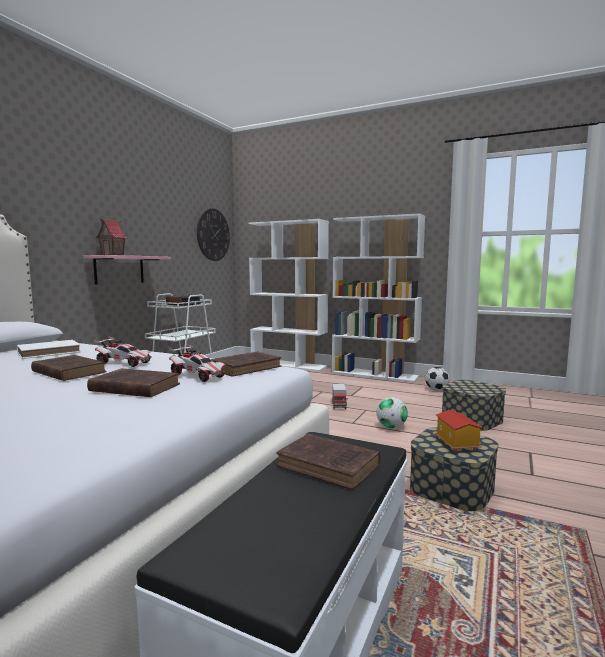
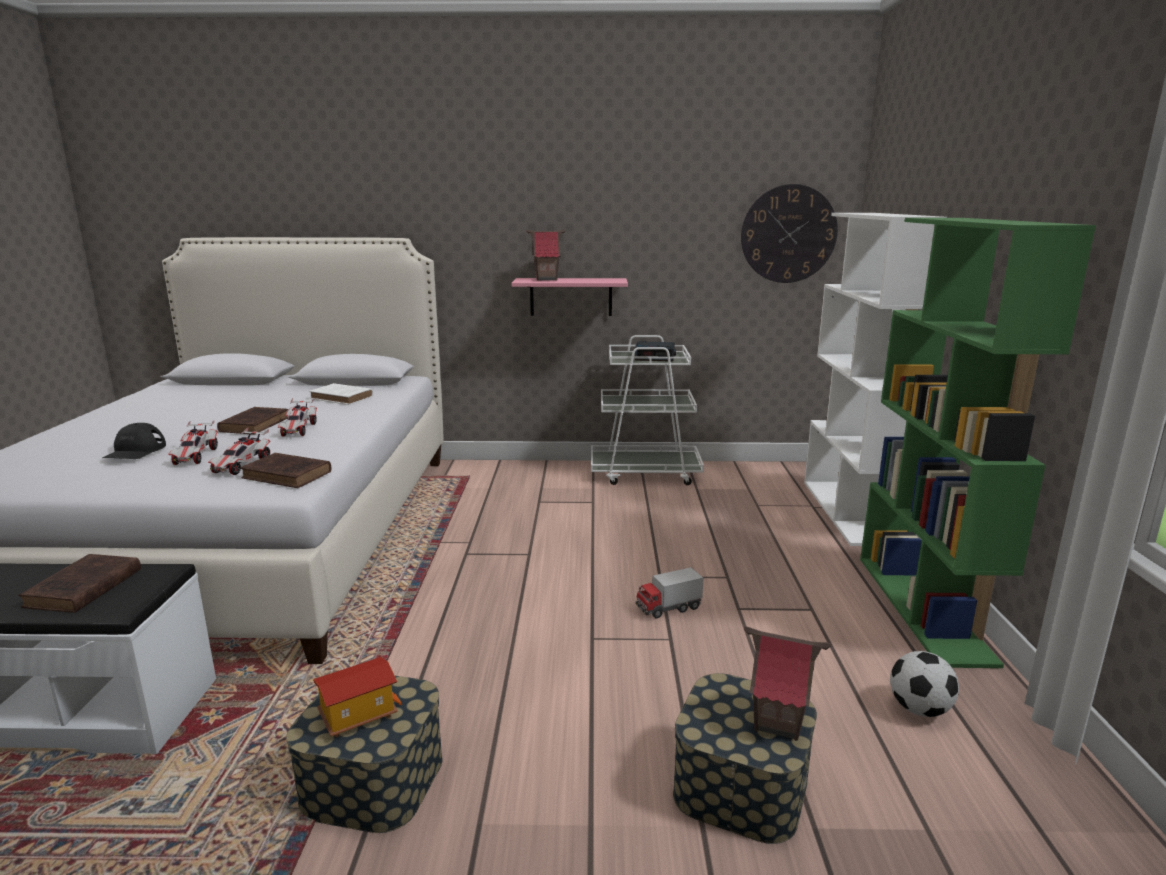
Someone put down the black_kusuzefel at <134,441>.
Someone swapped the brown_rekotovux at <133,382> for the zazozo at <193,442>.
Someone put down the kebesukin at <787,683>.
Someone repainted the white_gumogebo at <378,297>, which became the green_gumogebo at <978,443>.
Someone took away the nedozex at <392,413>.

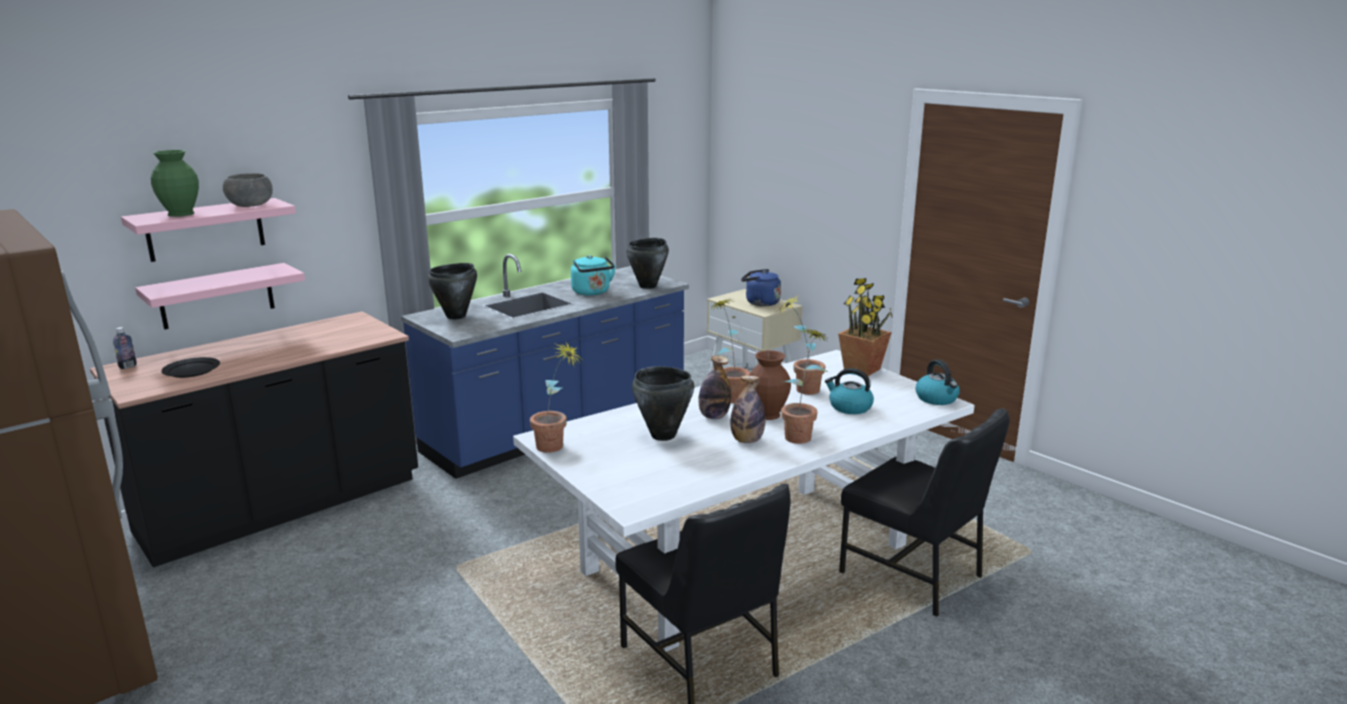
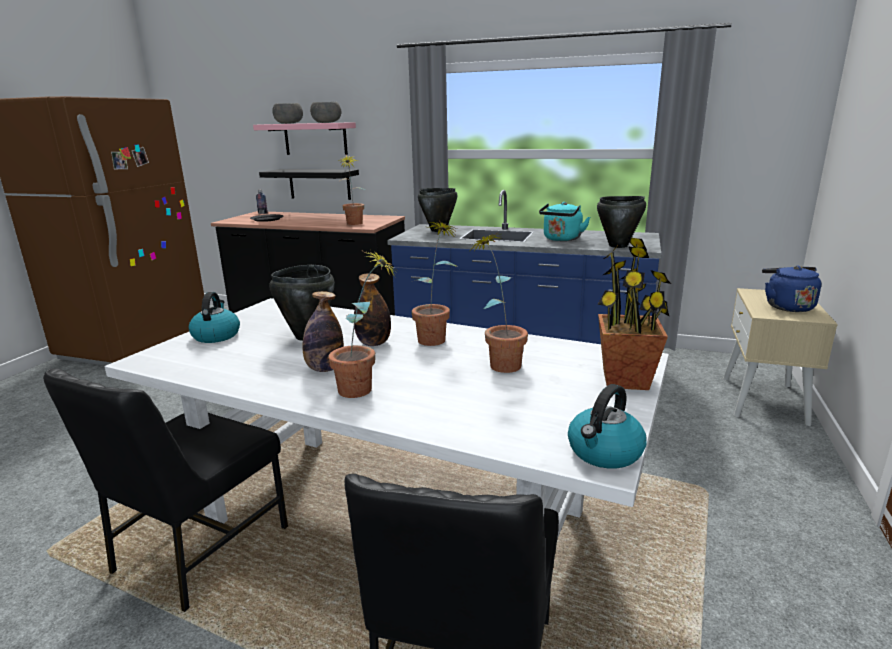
Someone carried the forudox from <849,391> to <214,317>.
Someone repainted the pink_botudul at <220,296>, which became the black_botudul at <309,184>.
Someone swapped the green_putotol at <175,183> for the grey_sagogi at <287,113>.
Someone carried the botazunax from <557,398> to <351,190>.
Someone took away the brown_putotol at <770,385>.

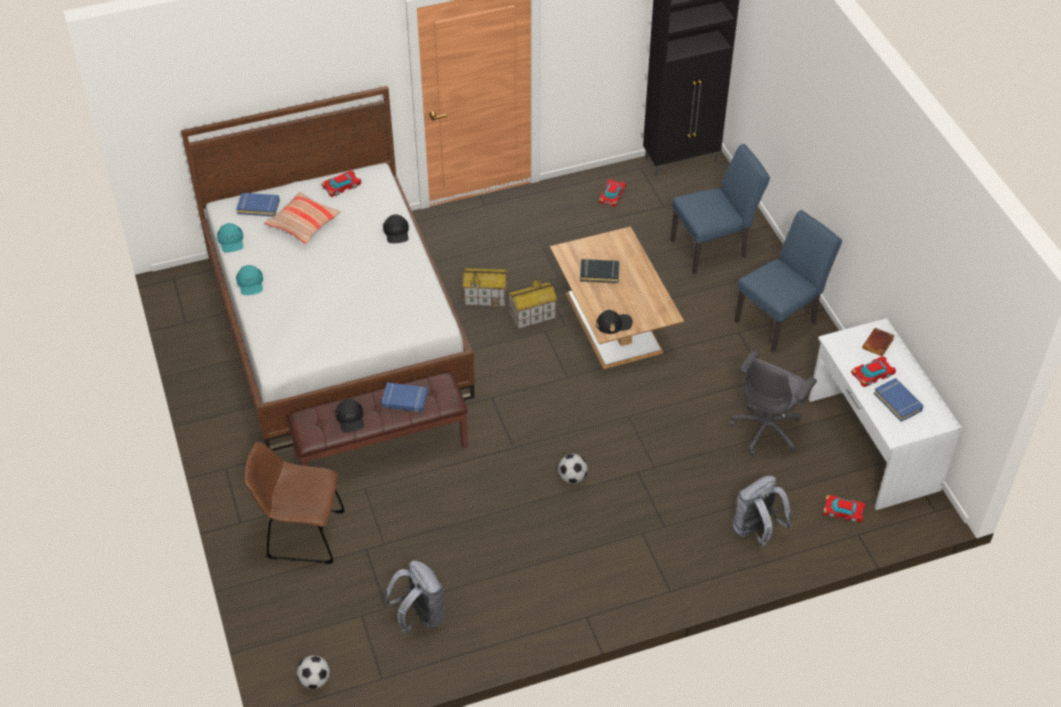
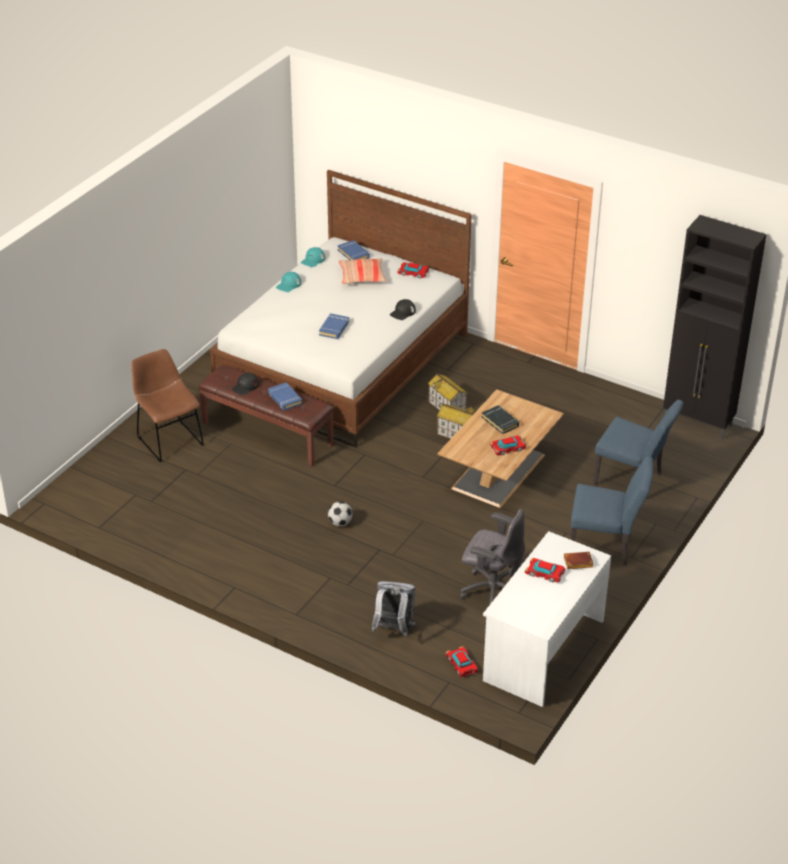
Someone carried the blue_rekotovux from <898,400> to <334,326>.
Someone rotated the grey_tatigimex at <773,403> by 150 degrees counterclockwise.
Someone carried the zazozo from <612,193> to <508,446>.
Someone took away the nedozex at <313,672>.
Someone took away the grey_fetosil at <414,597>.
Someone took away the black_kusuzefel at <614,322>.

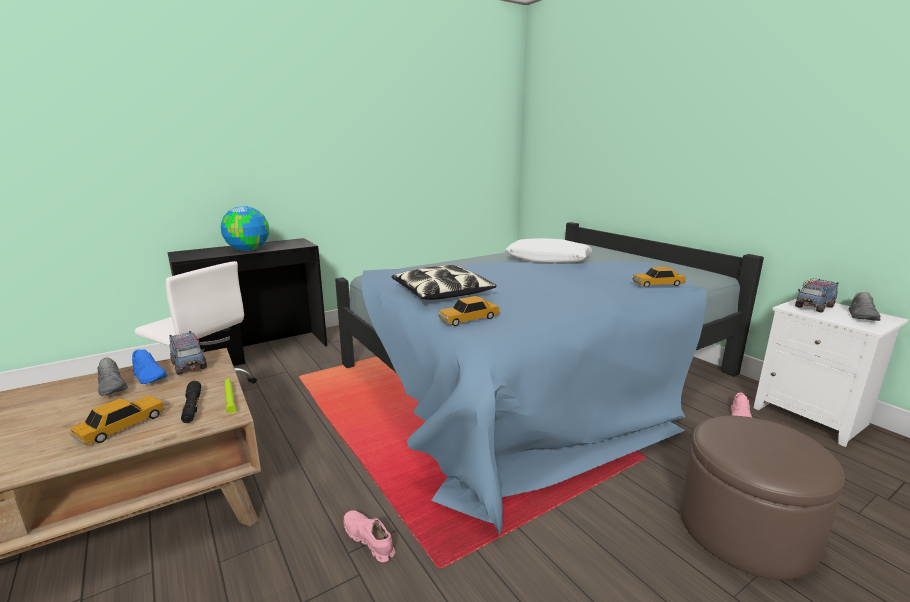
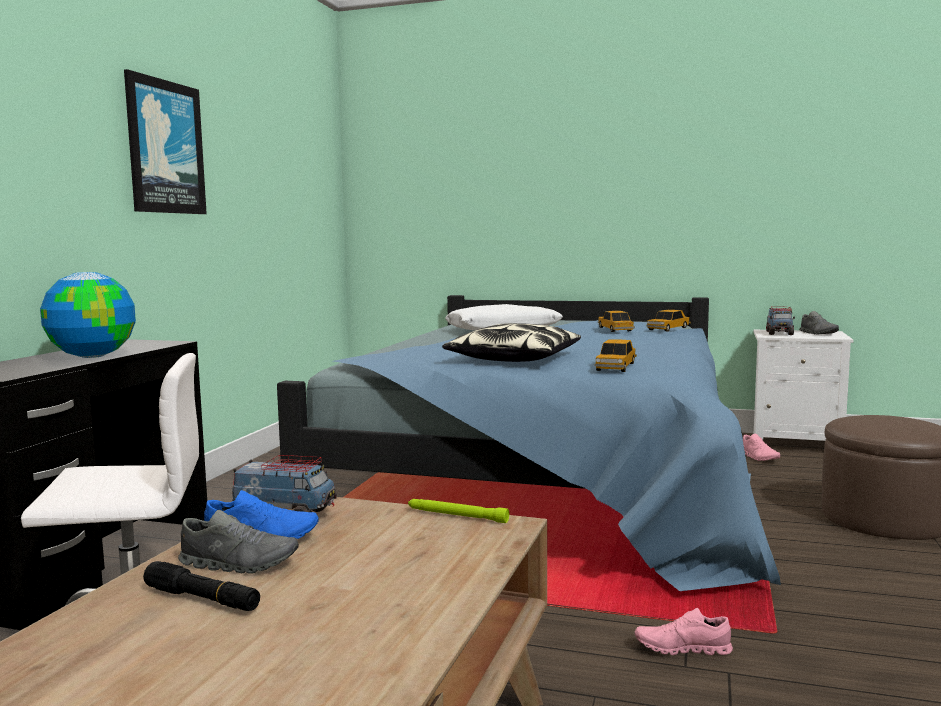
Someone put up the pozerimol at <165,141>.
Someone carried the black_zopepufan from <191,402> to <201,586>.
Someone carried the zazozo from <117,420> to <616,321>.

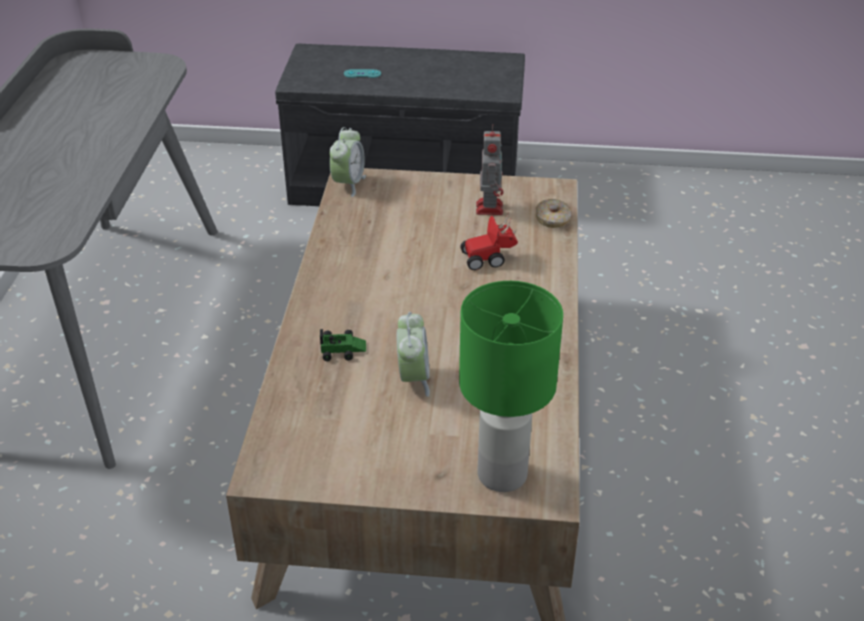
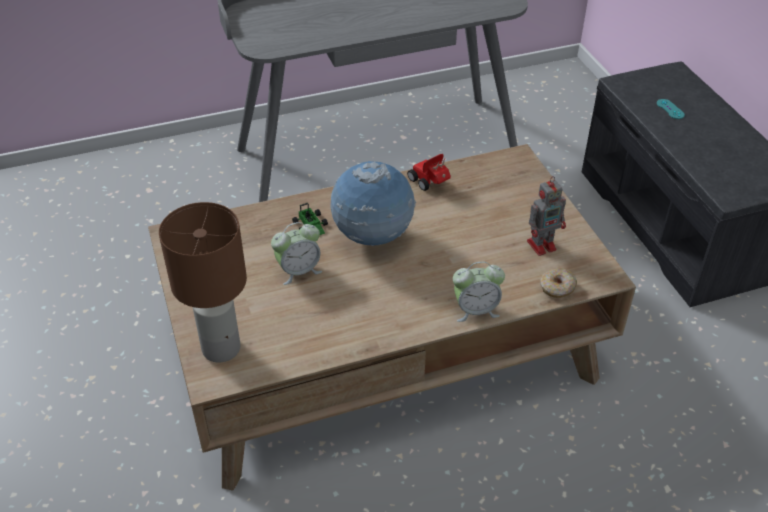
Someone repainted the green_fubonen at <511,386>, which became the brown_fubonen at <203,282>.
Someone put down the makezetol at <373,203>.
Someone carried the zazozo from <489,241> to <429,172>.
Someone carried the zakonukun from <347,162> to <479,292>.

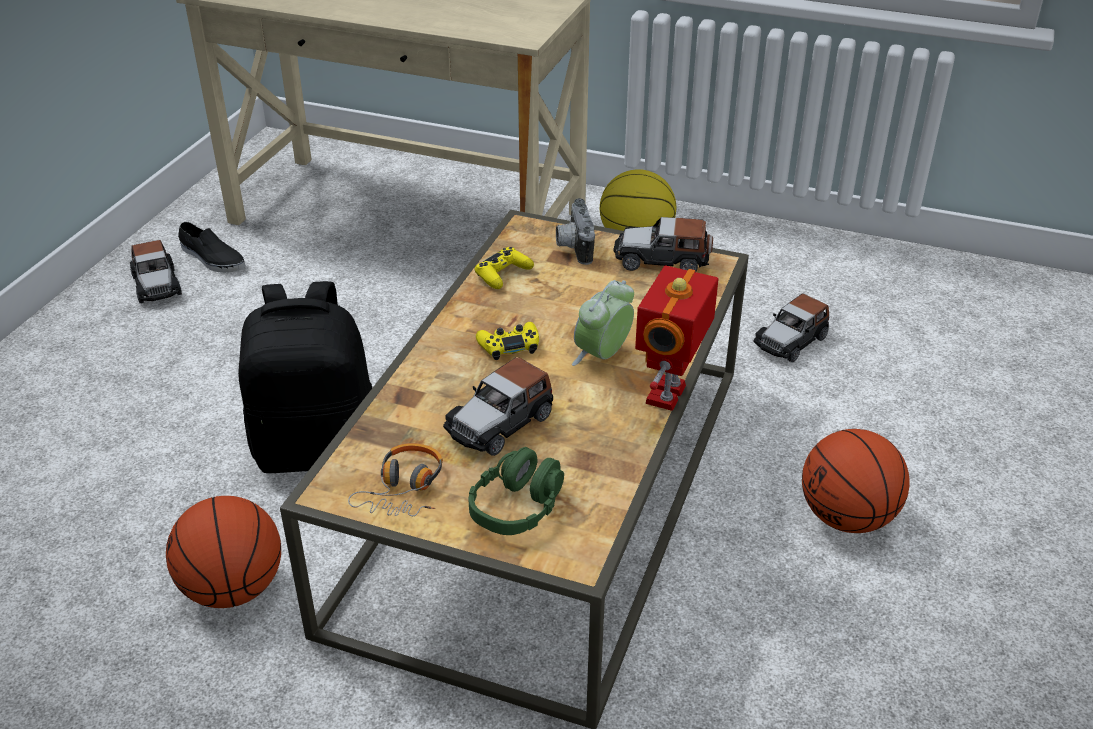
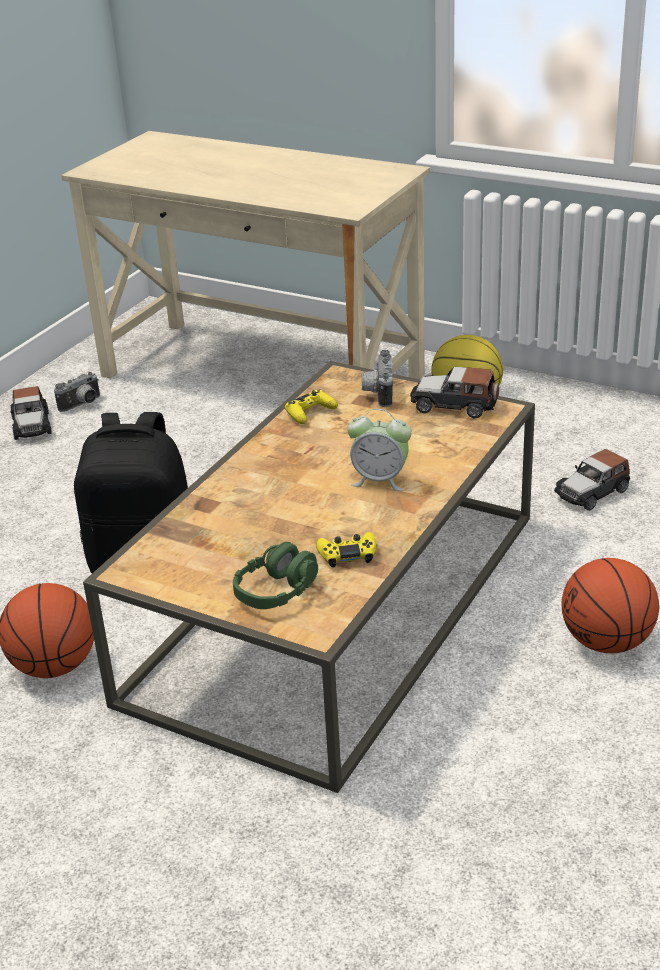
Someone swapped the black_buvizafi at <211,247> for the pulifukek at <77,392>.
Someone carried the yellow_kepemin from <507,341> to <346,550>.
Someone rotated the zakonukun at <603,323> by 120 degrees counterclockwise.
Someone took away the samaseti at <395,479>.
Someone took away the zazozo at <498,406>.
Someone took away the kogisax at <677,338>.

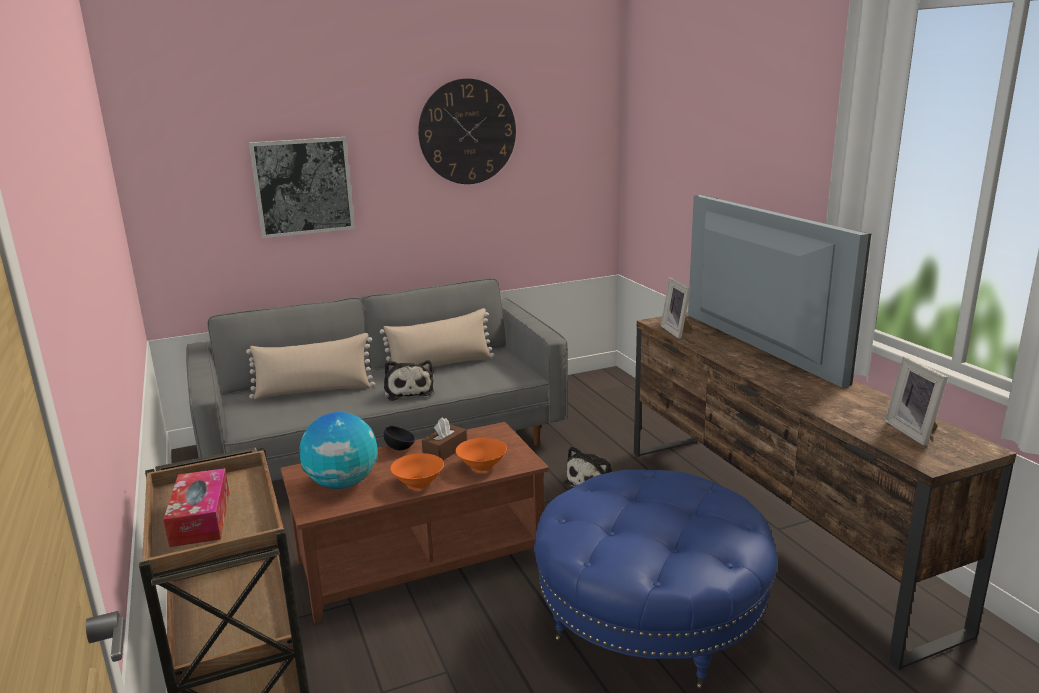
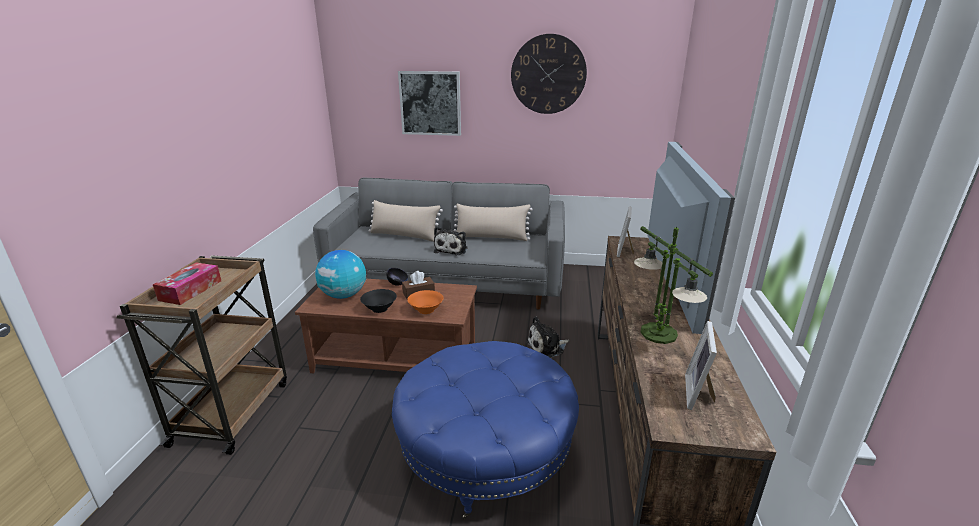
Someone repainted the orange_sagogi at <417,471>, which became the black_sagogi at <378,301>.
Someone put down the fubonen at <673,285>.

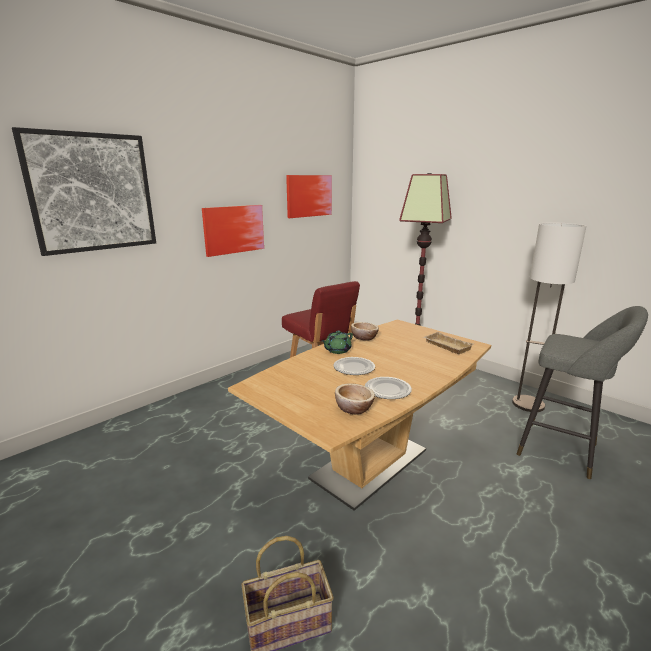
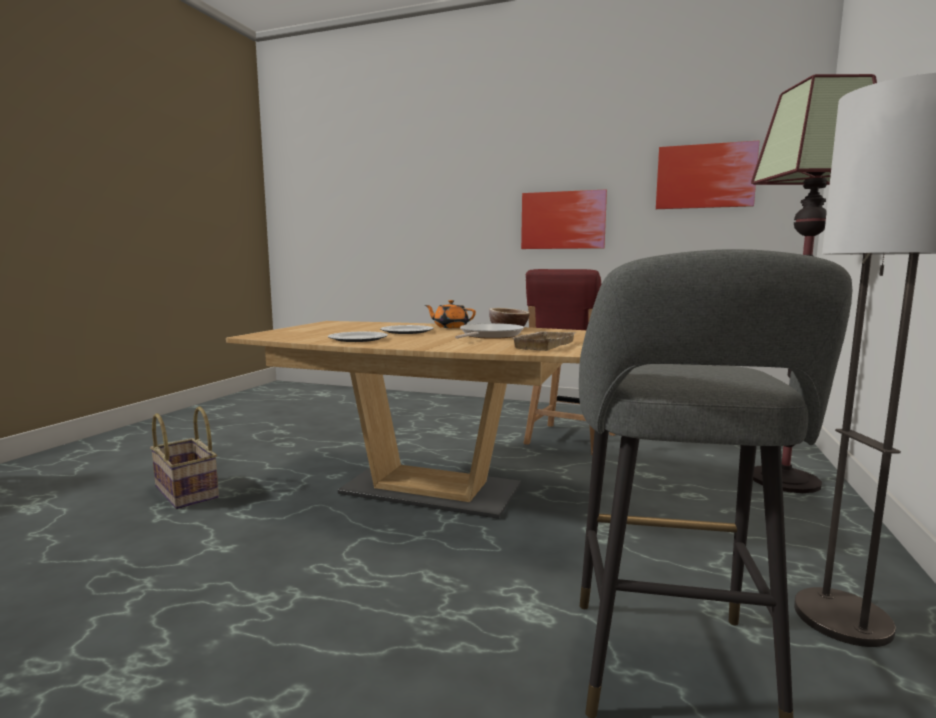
Someone repainted the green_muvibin at <337,342>, which became the orange_muvibin at <450,314>.
Someone put down the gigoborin at <489,331>.
Someone took away the pozerimol at <84,191>.
Someone took away the sagogi at <355,398>.

